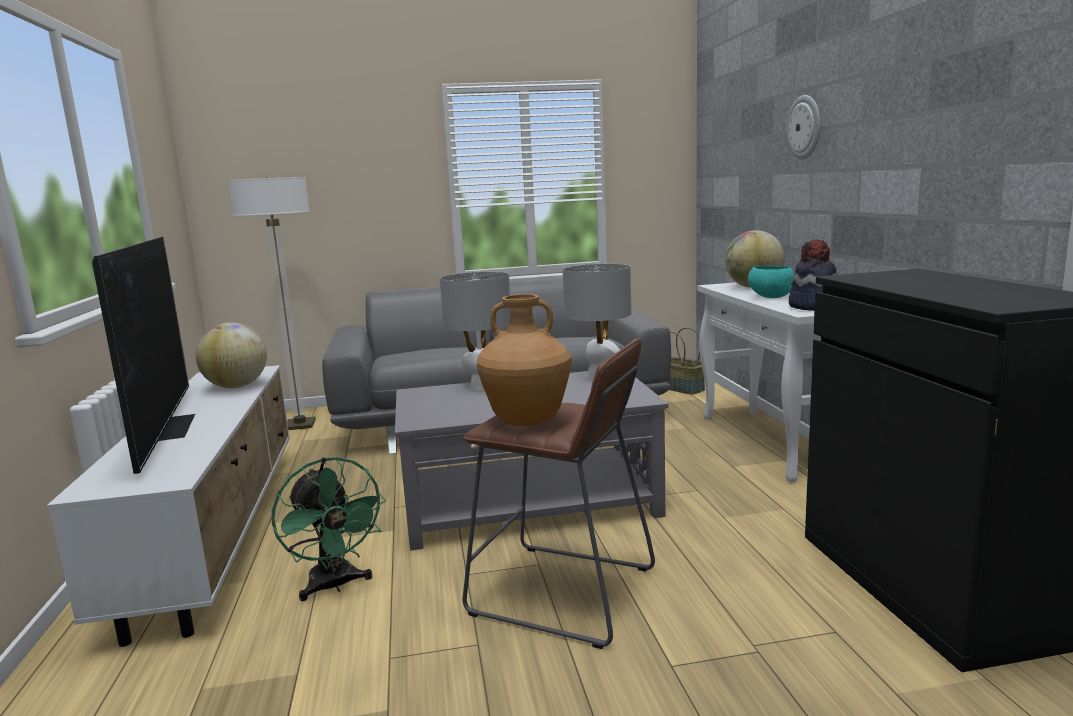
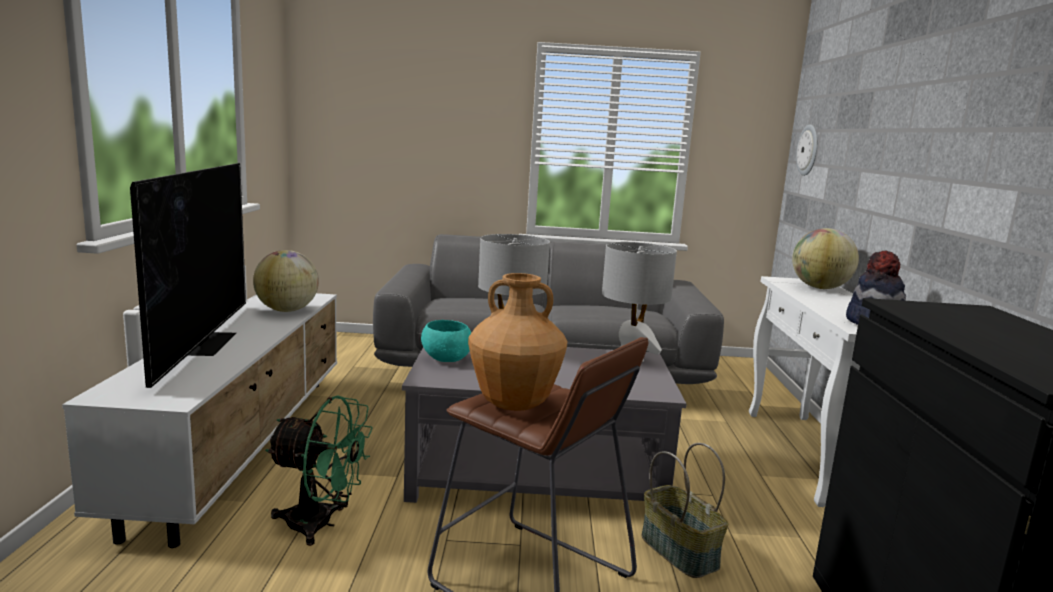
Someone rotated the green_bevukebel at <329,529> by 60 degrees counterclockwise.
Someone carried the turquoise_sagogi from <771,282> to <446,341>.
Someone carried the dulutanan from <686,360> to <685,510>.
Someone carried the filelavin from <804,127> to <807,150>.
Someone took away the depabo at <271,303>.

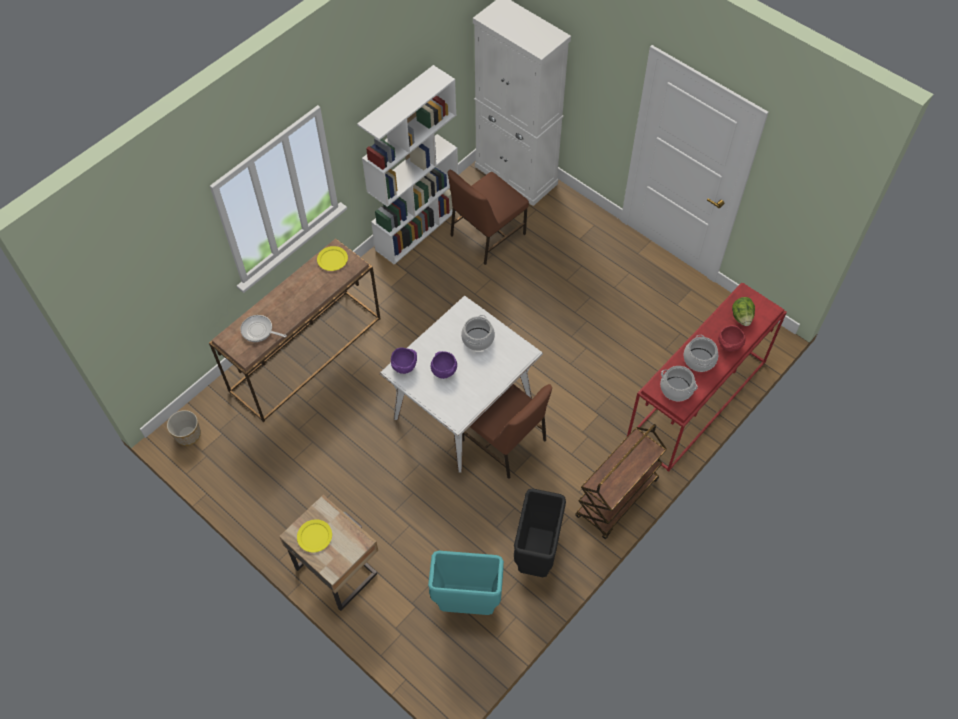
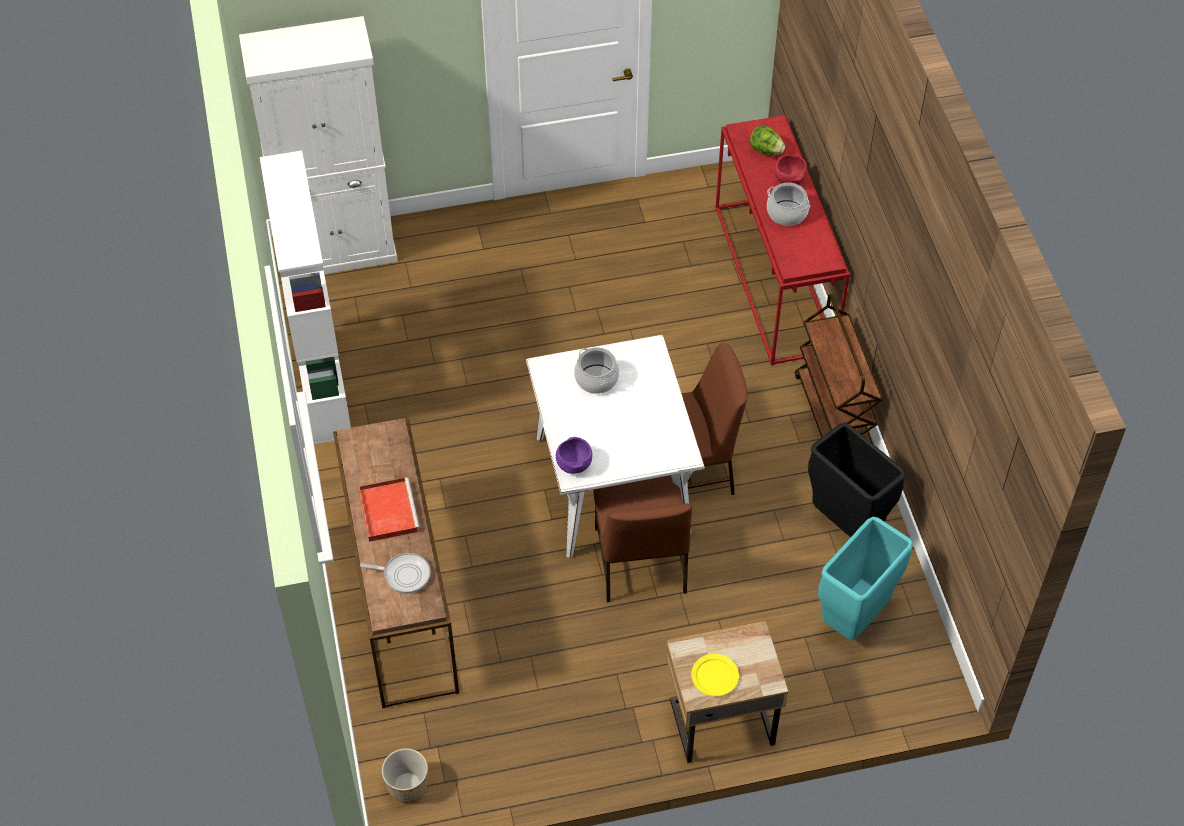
Someone put down the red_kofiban at <389,509>.
Someone rotated the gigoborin at <263,328> by 135 degrees counterclockwise.
Someone carried the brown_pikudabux from <488,217> to <642,539>.
Someone took away the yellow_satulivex at <332,258>.
Someone took away the purple_sagogi at <444,365>.
Someone took away the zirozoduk at <679,383>.

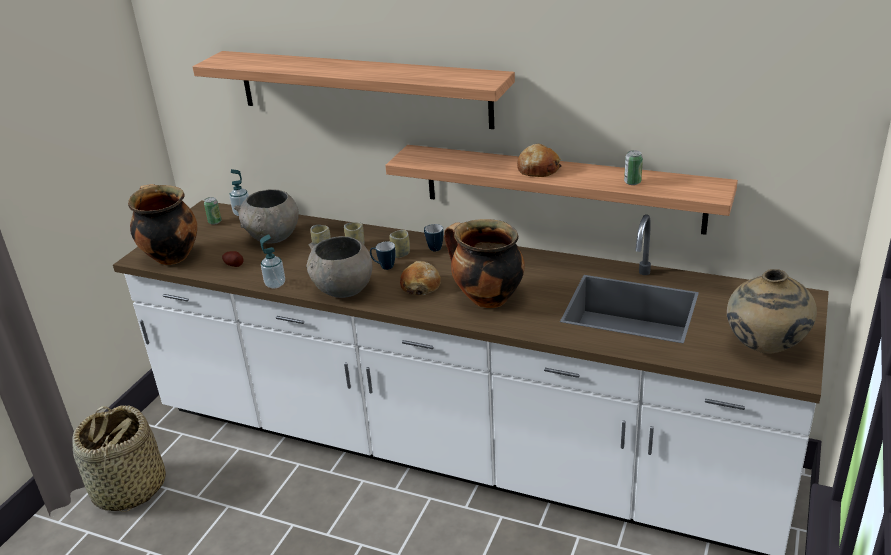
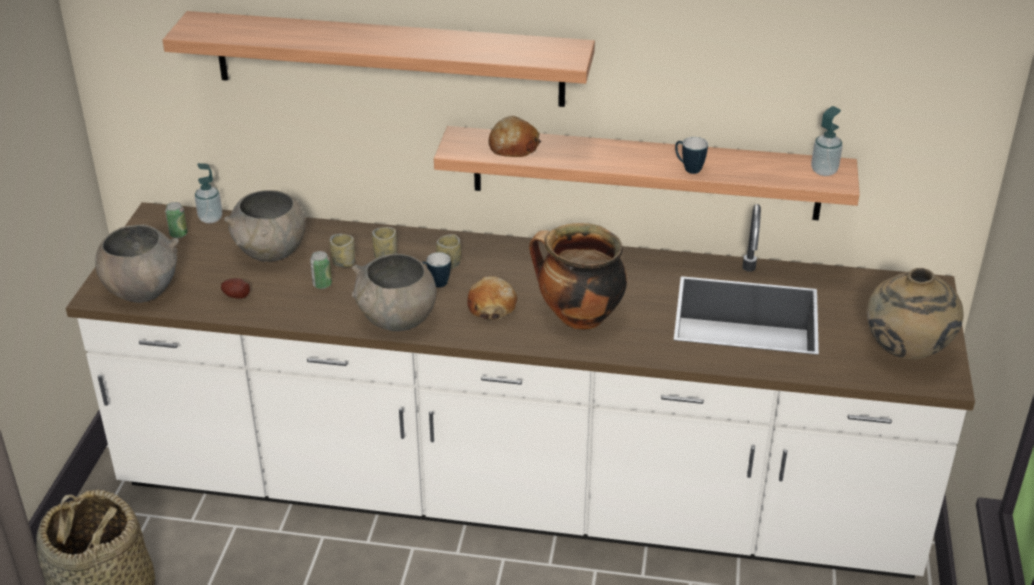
Someone swapped the zirozoduk at <162,224> for the grey_sagogi at <137,263>.
Someone carried the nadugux from <633,167> to <321,270>.
Someone carried the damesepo from <539,160> to <514,136>.
Someone carried the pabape from <434,237> to <691,155>.
Someone carried the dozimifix from <272,261> to <827,141>.

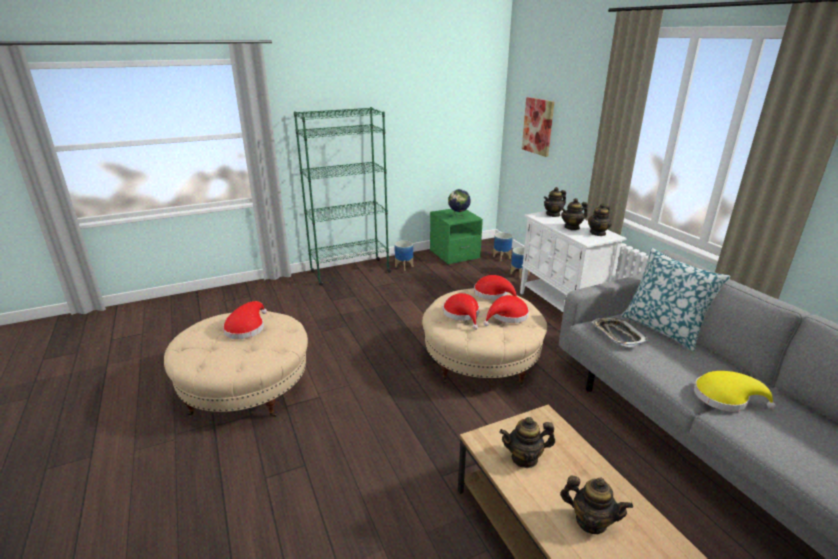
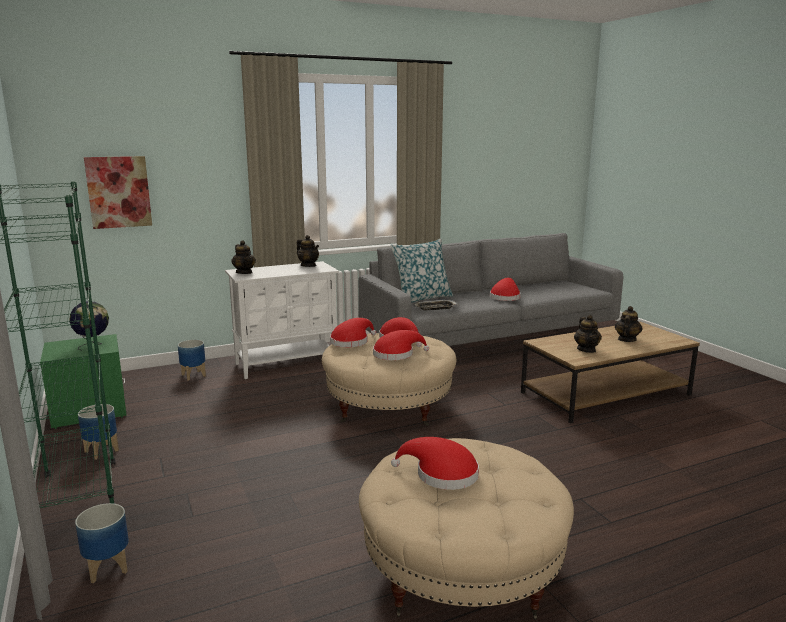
Someone carried the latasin from <503,246> to <102,543>.
Someone repainted the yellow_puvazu at <735,391>, which became the red_puvazu at <505,289>.
Someone took away the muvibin at <574,214>.

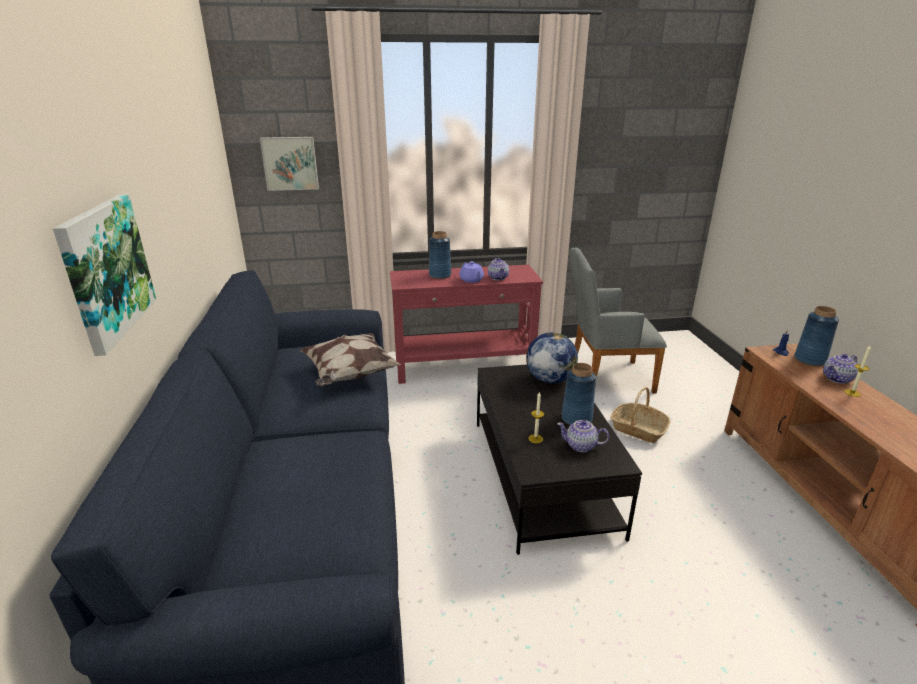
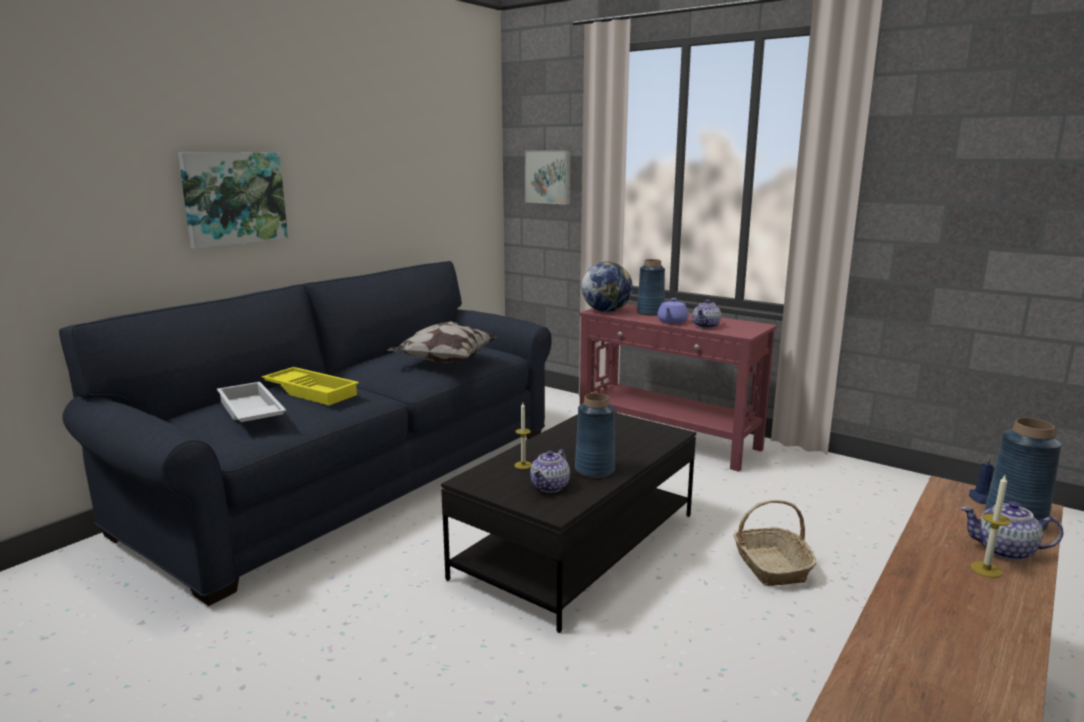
Someone put down the white_kofiban at <251,402>.
Someone put down the yellow_kofiban at <310,386>.
Someone rotated the muvibin at <583,436> by 120 degrees counterclockwise.
Someone carried the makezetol from <552,357> to <607,287>.
Someone took away the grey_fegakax at <618,321>.

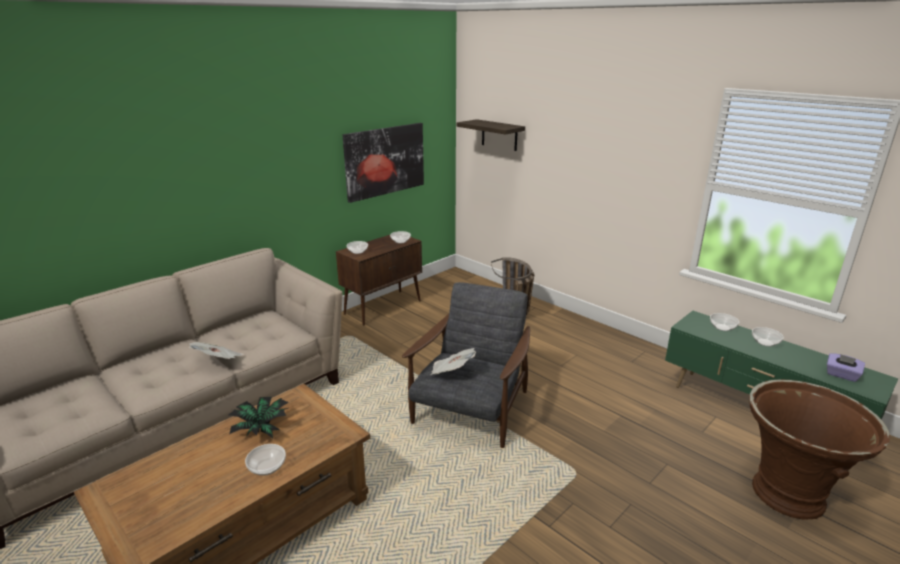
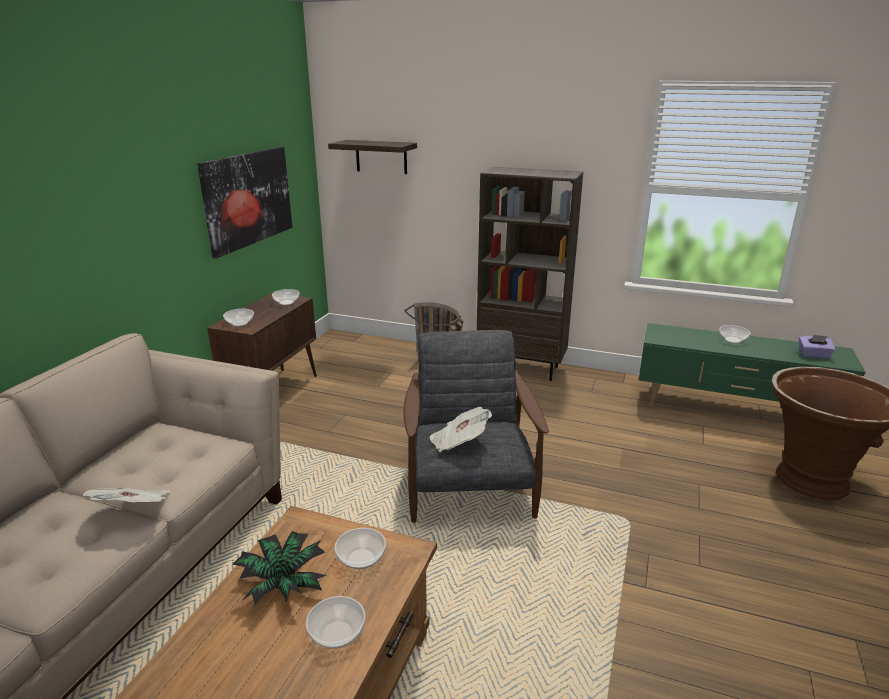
Someone carried the sagogi from <724,322> to <360,548>.
Someone put down the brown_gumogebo at <530,274>.

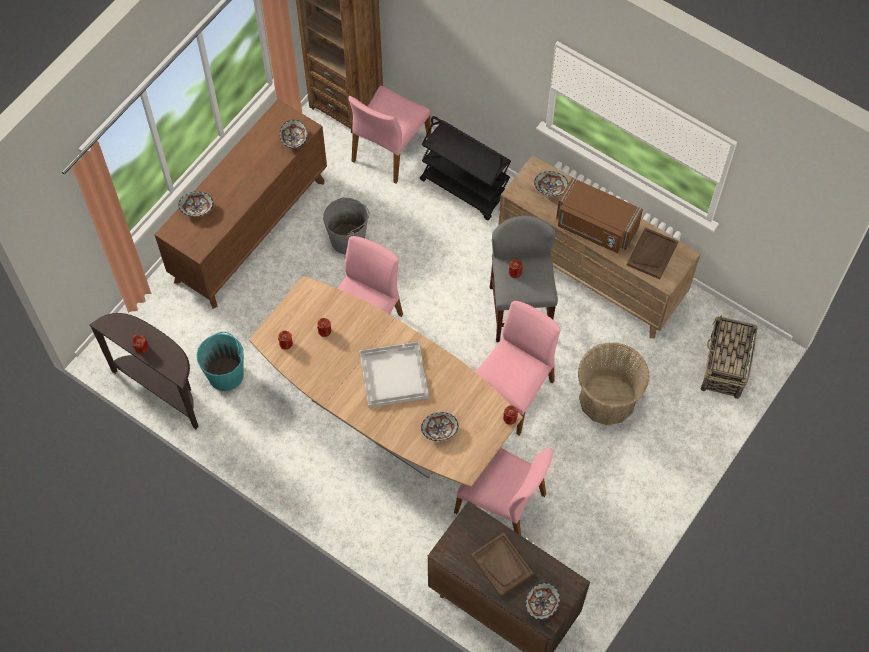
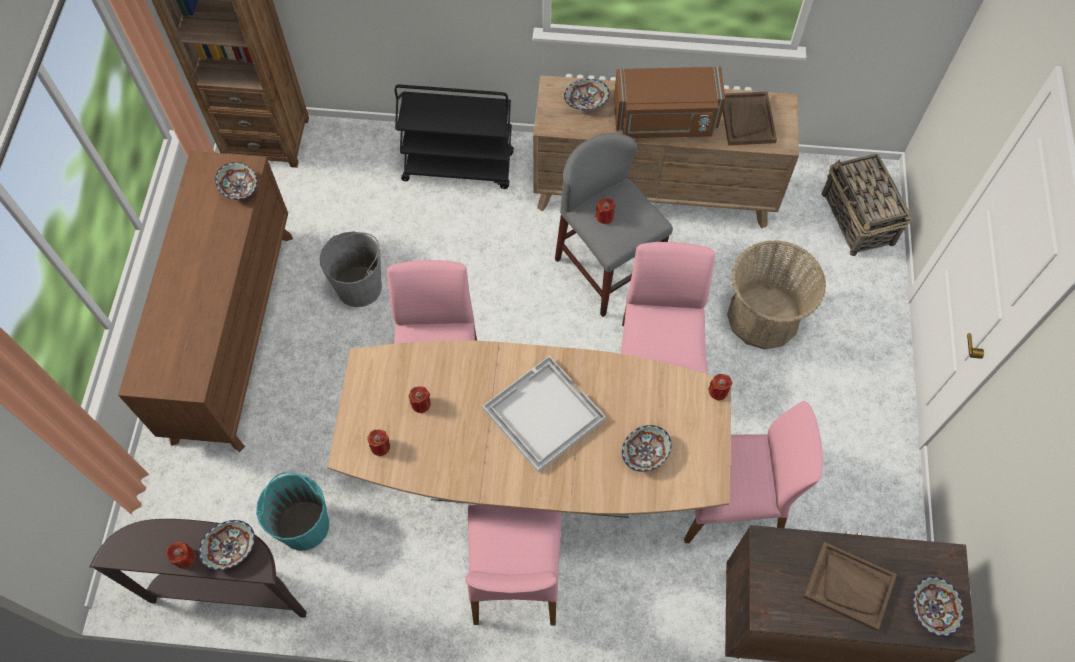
Someone carried the sagogi from <196,204> to <227,545>.
Someone carried the pink_pikudabux from <389,134> to <513,565>.

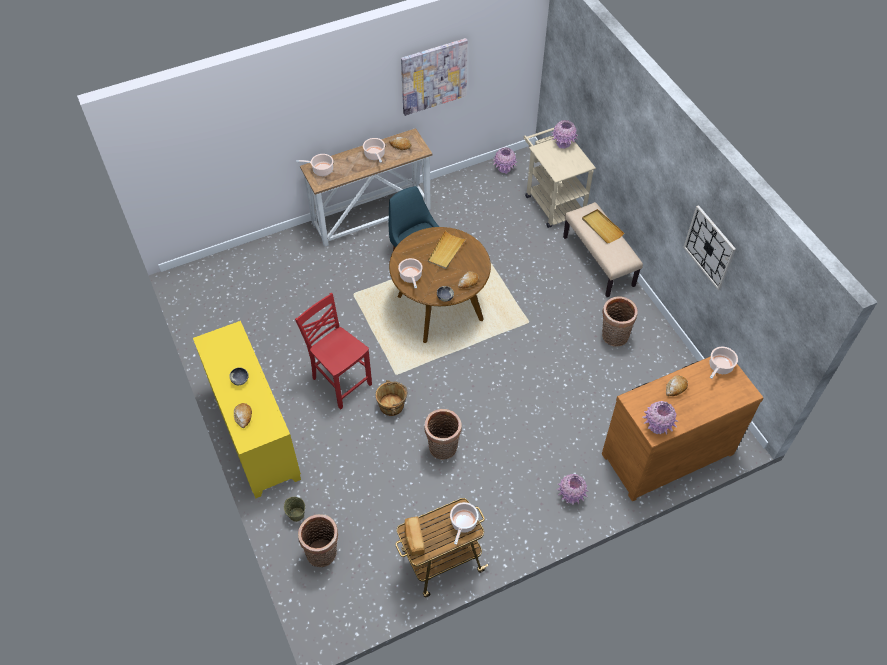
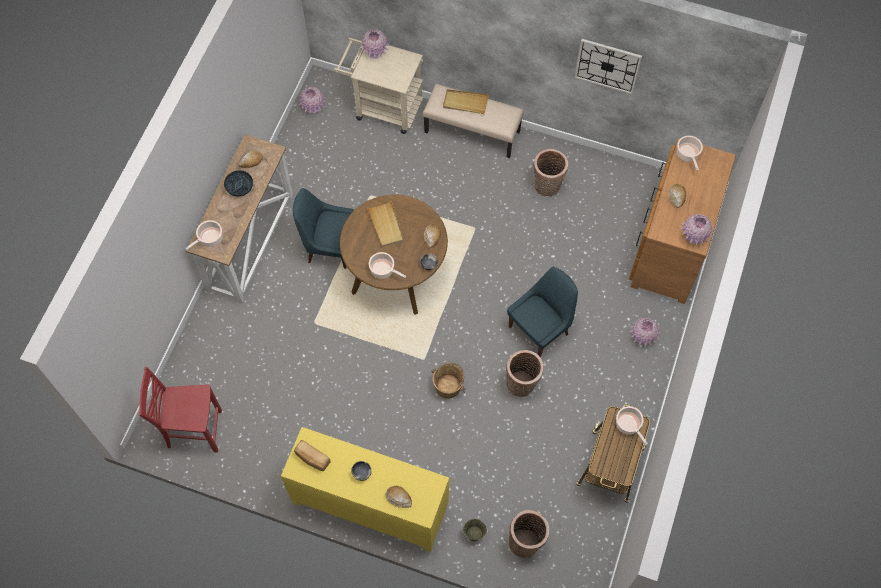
Someone carried the red_pikudabux from <333,351> to <180,410>.
Someone swapped the zirozoduk at <374,150> for the sagogi at <238,183>.
Someone carried the damesepo from <415,536> to <312,455>.
Someone put down the blue_pikudabux at <542,312>.
Someone took away the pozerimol at <434,77>.

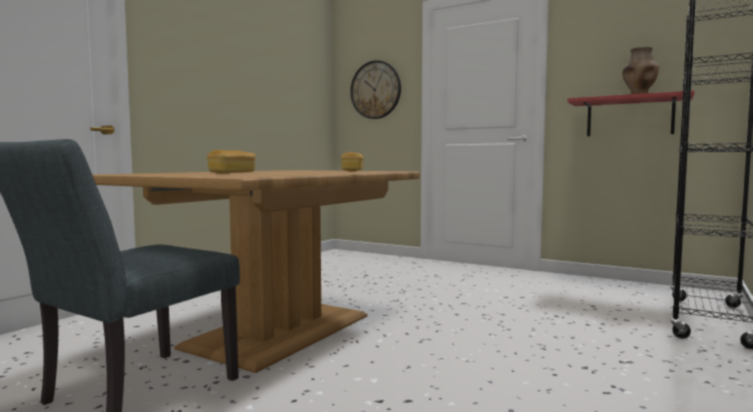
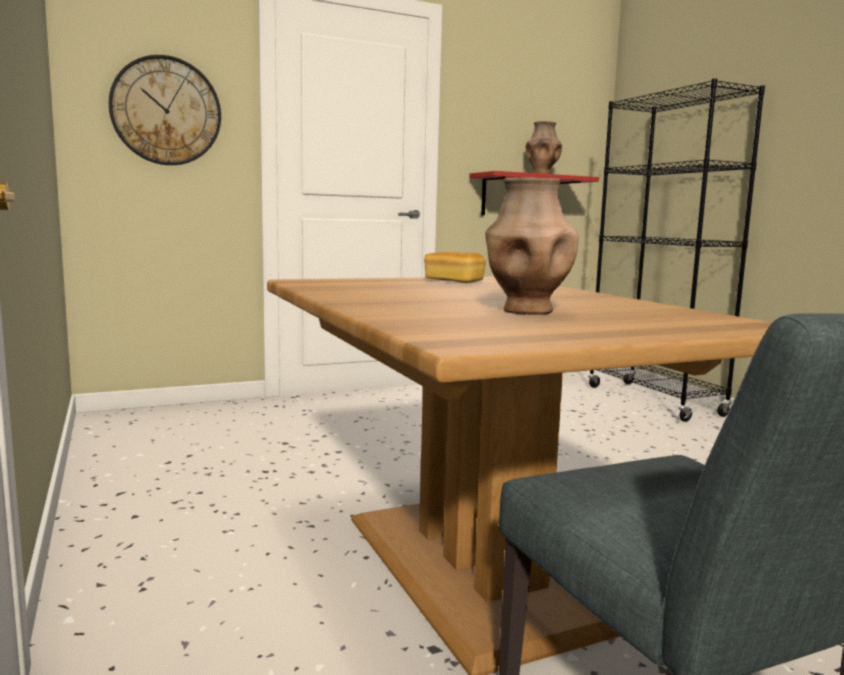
Someone swapped the damesepo at <231,162> for the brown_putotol at <531,246>.

